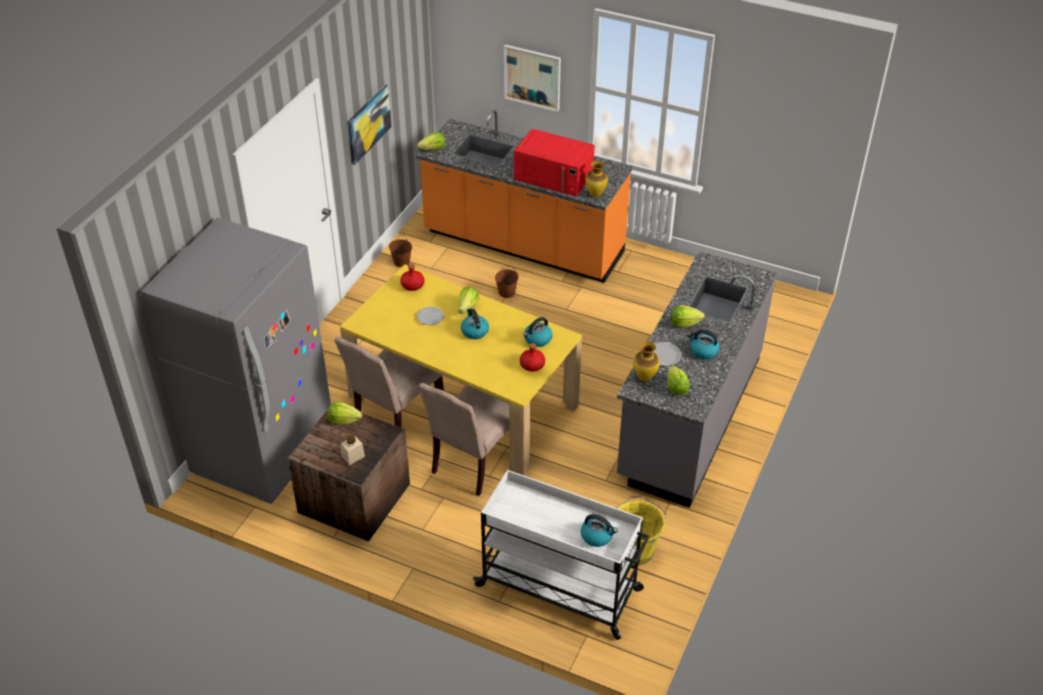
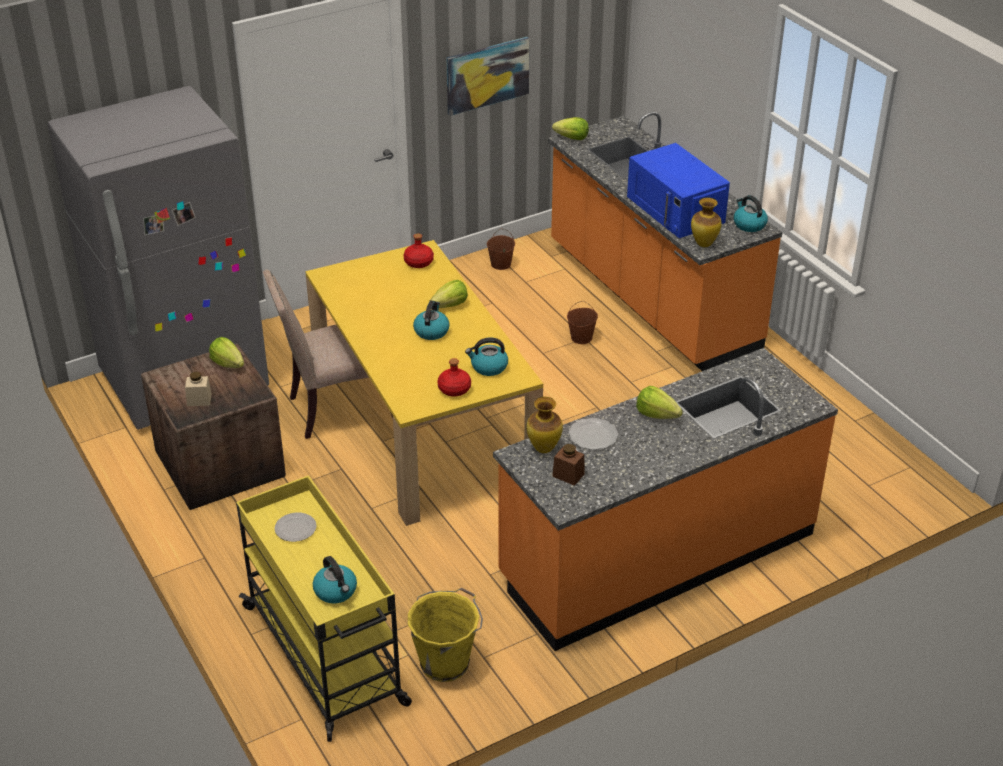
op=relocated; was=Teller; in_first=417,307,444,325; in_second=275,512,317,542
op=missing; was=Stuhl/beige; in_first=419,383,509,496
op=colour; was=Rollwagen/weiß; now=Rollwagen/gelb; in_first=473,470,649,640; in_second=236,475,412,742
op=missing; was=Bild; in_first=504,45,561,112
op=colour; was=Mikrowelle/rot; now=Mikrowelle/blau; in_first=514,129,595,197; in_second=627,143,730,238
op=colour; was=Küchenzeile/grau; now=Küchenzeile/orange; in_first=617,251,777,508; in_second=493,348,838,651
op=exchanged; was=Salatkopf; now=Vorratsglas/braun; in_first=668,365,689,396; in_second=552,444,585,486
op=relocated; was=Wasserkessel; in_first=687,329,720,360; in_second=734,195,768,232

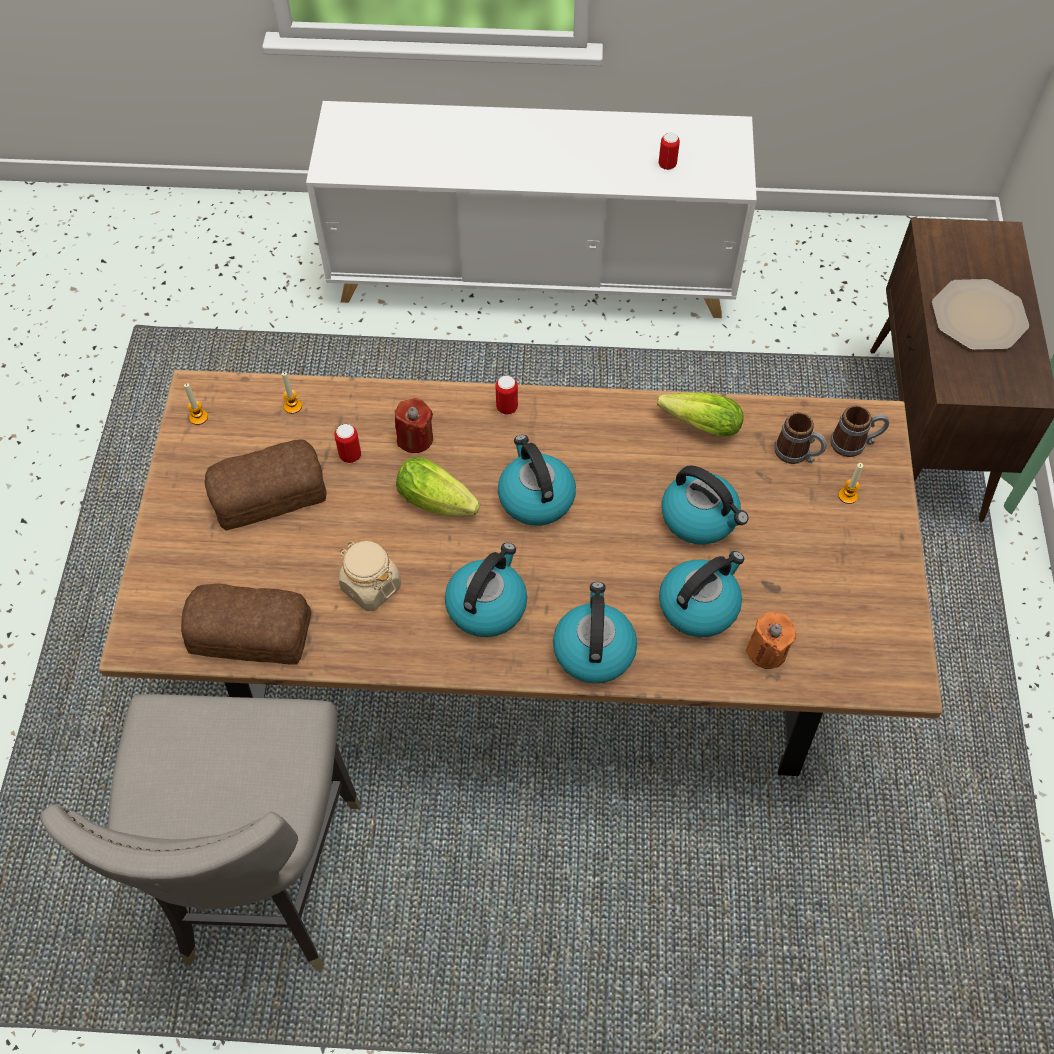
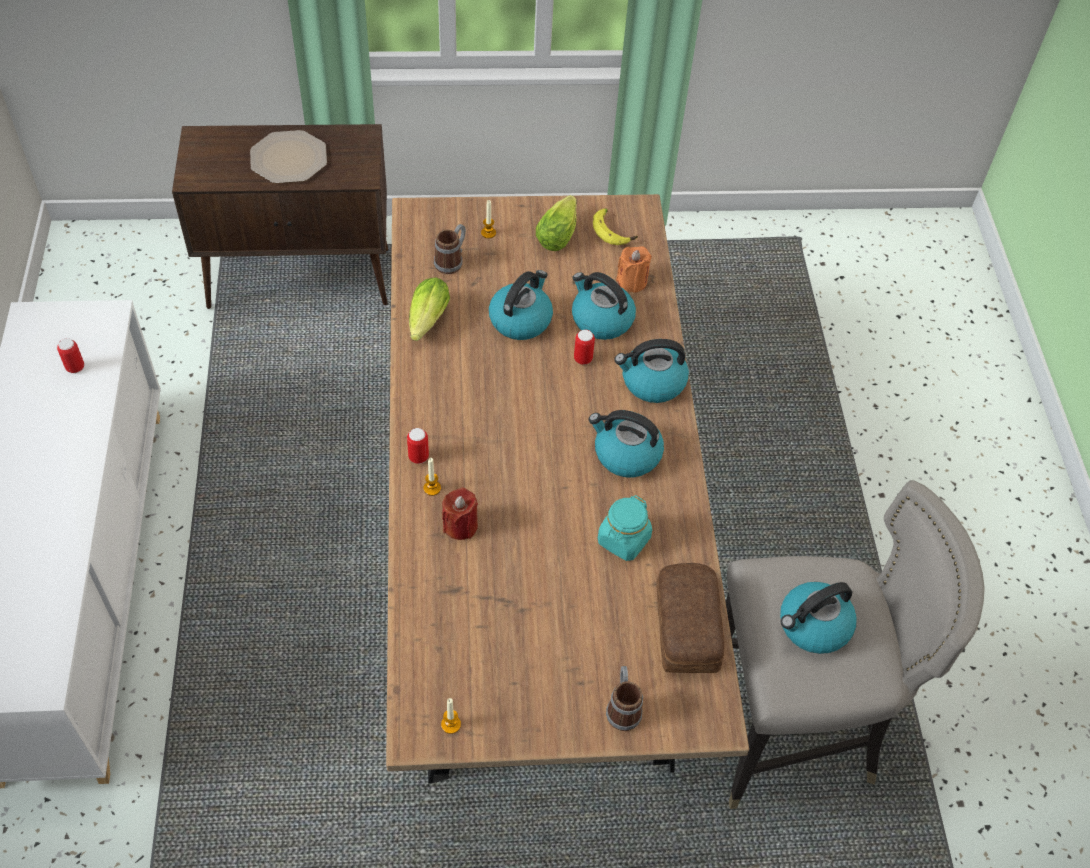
op=missing; was=Brot; in_first=205,439,326,531
op=relocated; was=Kerze; in_first=282,372,302,414; in_second=423,458,441,496
op=relocated; was=Dose; in_first=334,424,361,463; in_second=574,330,595,365
op=colour; was=Vorratsglas/beige; now=Vorratsglas/türkis; in_first=339,541,401,611; in_second=598,495,652,561
op=relocated; was=Salatkopf; in_first=396,457,480,516; in_second=536,195,577,251
op=relocated; was=Wasserkessel; in_first=498,435,576,526; in_second=780,582,857,654
op=relocated; was=Henkelbecher; in_first=830,405,889,457; in_second=606,666,643,731
op=appeared; now=Banane; in_second=593,209,638,245

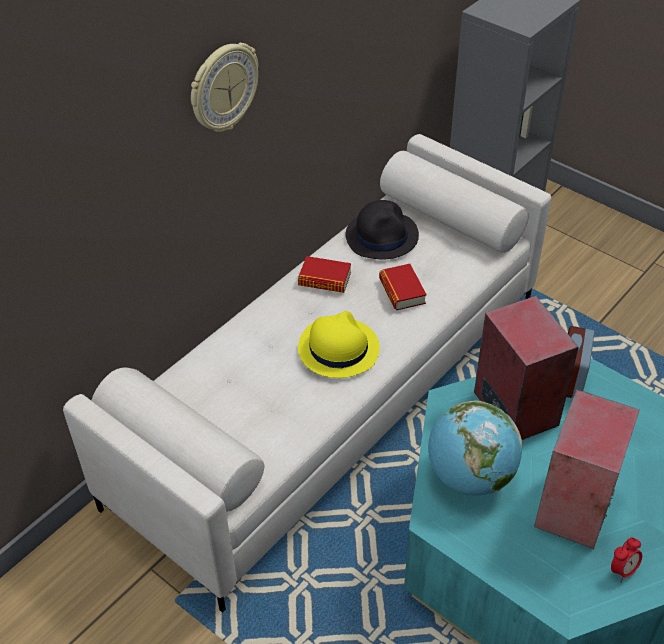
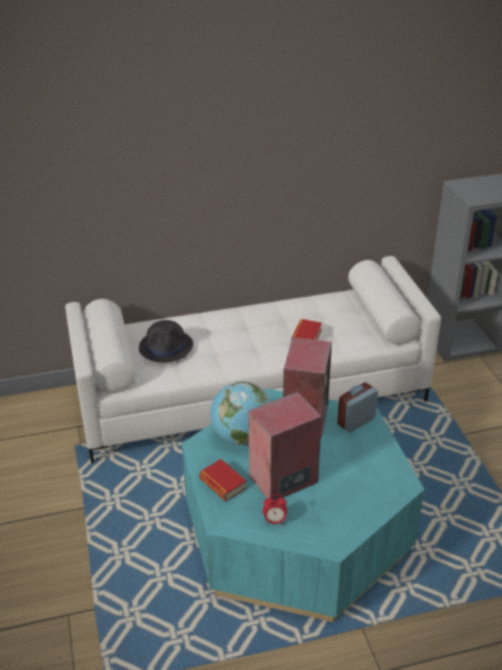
op=missing; was=Wanduhr; in_first=191,43,258,132
op=relocated; was=Buch; in_first=298,256,351,293; in_second=199,459,247,501
op=missing; was=Hut/gelb; in_first=298,311,380,378
op=relocated; was=Hut/schwarz; in_first=345,200,419,259; in_second=139,320,193,363

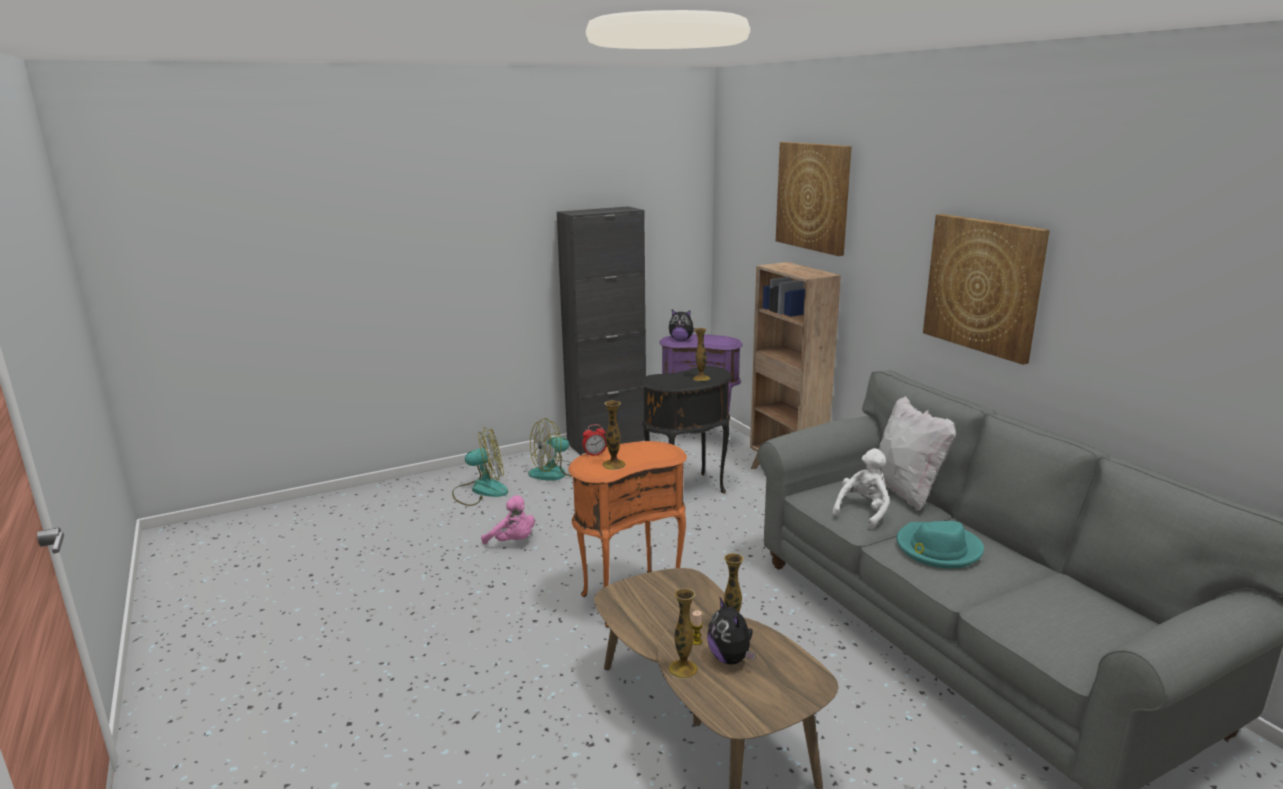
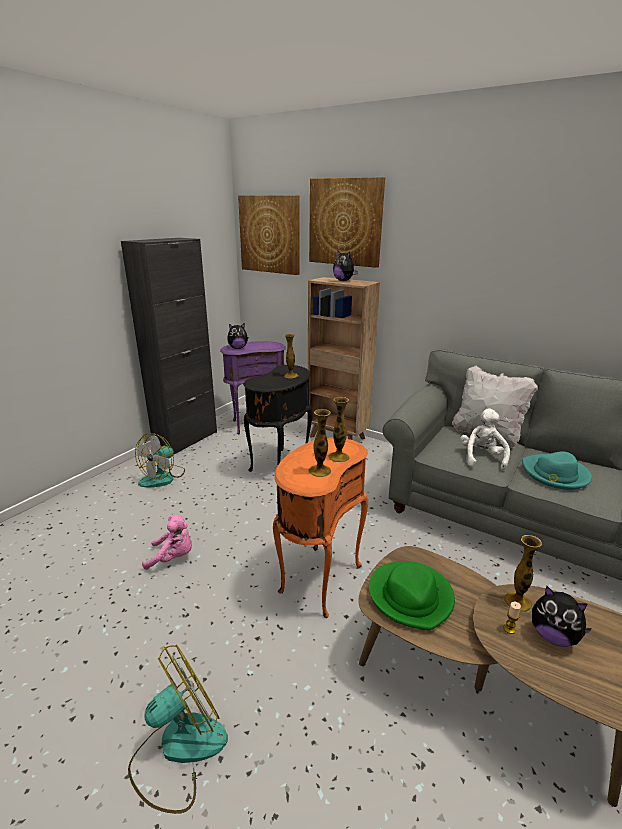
op=relocated; was=Ventilator; in_first=452,427,508,506; in_second=128,644,228,814
op=missing; was=Wecker; in_first=582,424,607,456
op=relocated; was=Vase; in_first=668,588,698,679; in_second=328,397,350,463
op=relocated; was=Bild; in_first=923,214,1050,365; in_second=238,195,300,275
op=appeared; now=Plüschtier; in_second=333,251,358,281
op=appeared; now=Hut/grün; in_second=369,561,455,630

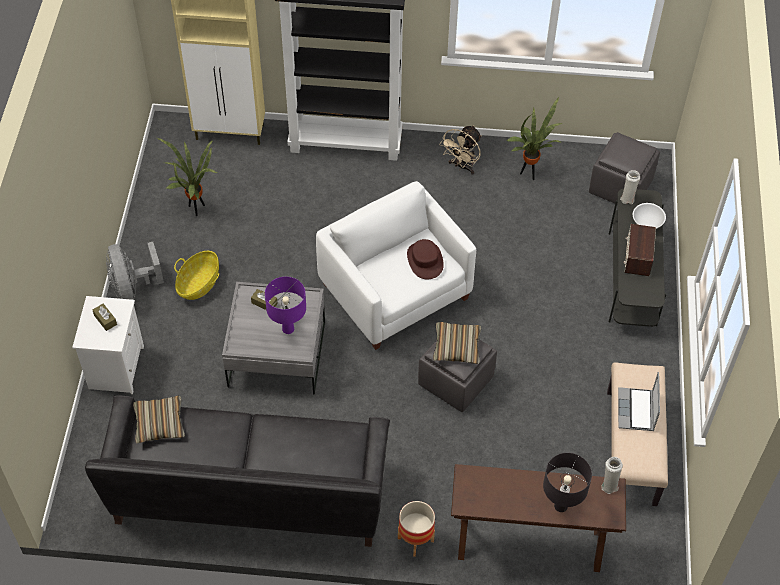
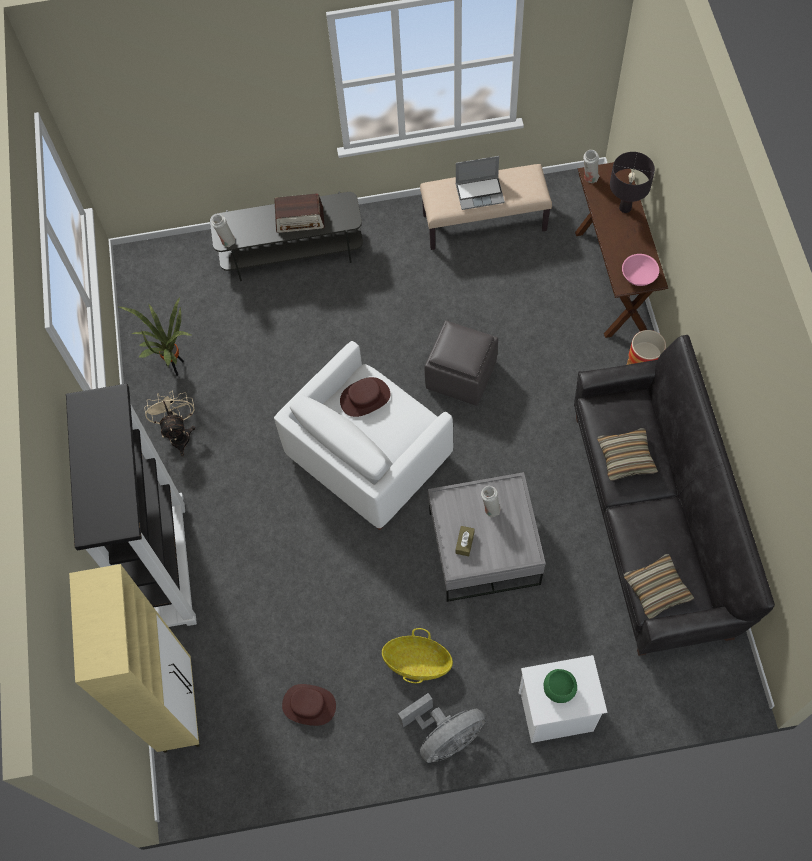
op=exchanged; was=Taschentuchbox/braun; now=Schüssel/grün; in_first=93,304,117,331; in_second=544,669,577,703
op=exchanged; was=Topfpflanze; now=Hut/braun; in_first=157,138,217,216; in_second=282,684,336,726
op=exchanged; was=Tischlampe/lila; now=Vase/weiß; in_first=265,277,306,334; in_second=481,486,501,518
op=relocated; was=Kissen; in_first=433,322,482,364; in_second=597,428,658,480
op=spun; was=Ventilator/beige; in_first=439,126,482,175; in_second=144,390,195,456; clockwise=-120
op=missing; was=Polsterhocker/grau; in_first=589,132,660,205
op=missing; was=Schüssel/weiß; in_first=633,203,666,229
op=appeared; now=Schüssel/rosa; in_second=622,254,659,286

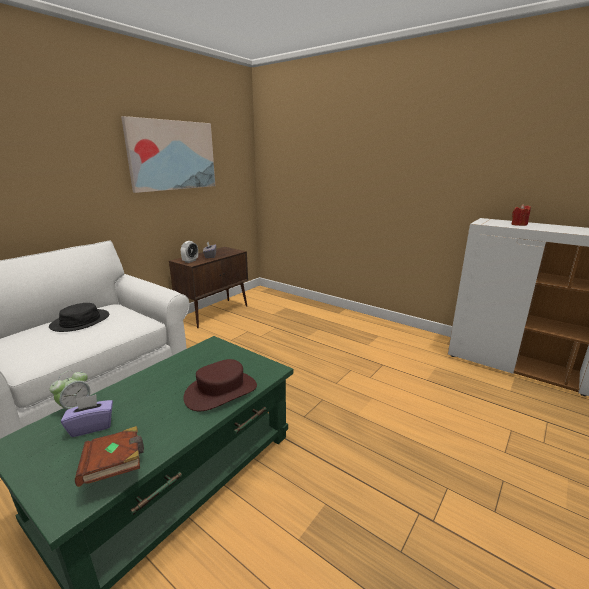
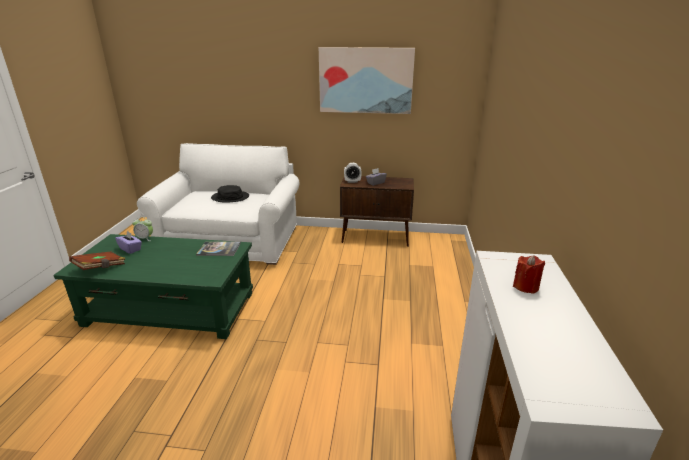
op=missing; was=Hut/braun; in_first=183,359,257,411
op=appeared; now=Buch; in_second=196,241,241,256

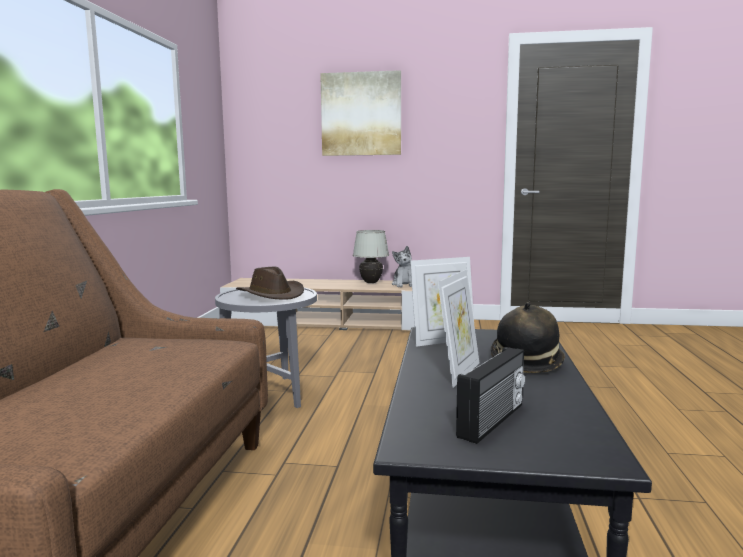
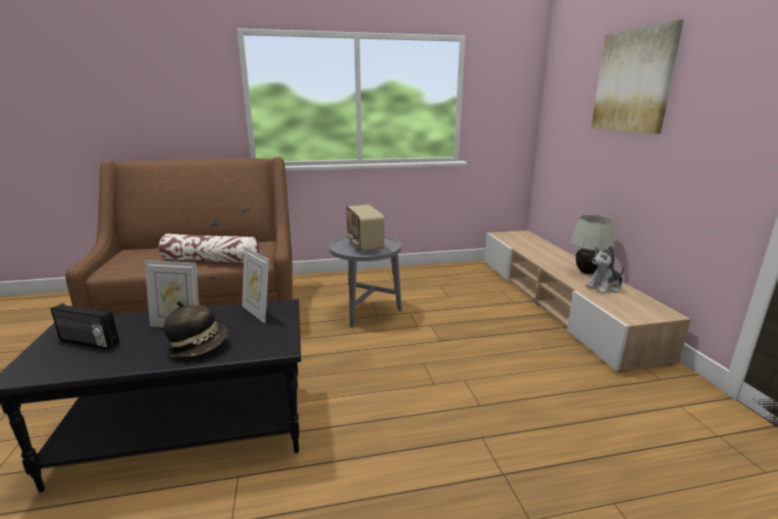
op=exchanged; was=Hut/braun; now=Radio; in_first=236,267,304,300; in_second=346,205,384,252
op=appeared; now=Kissen; in_second=159,234,259,263

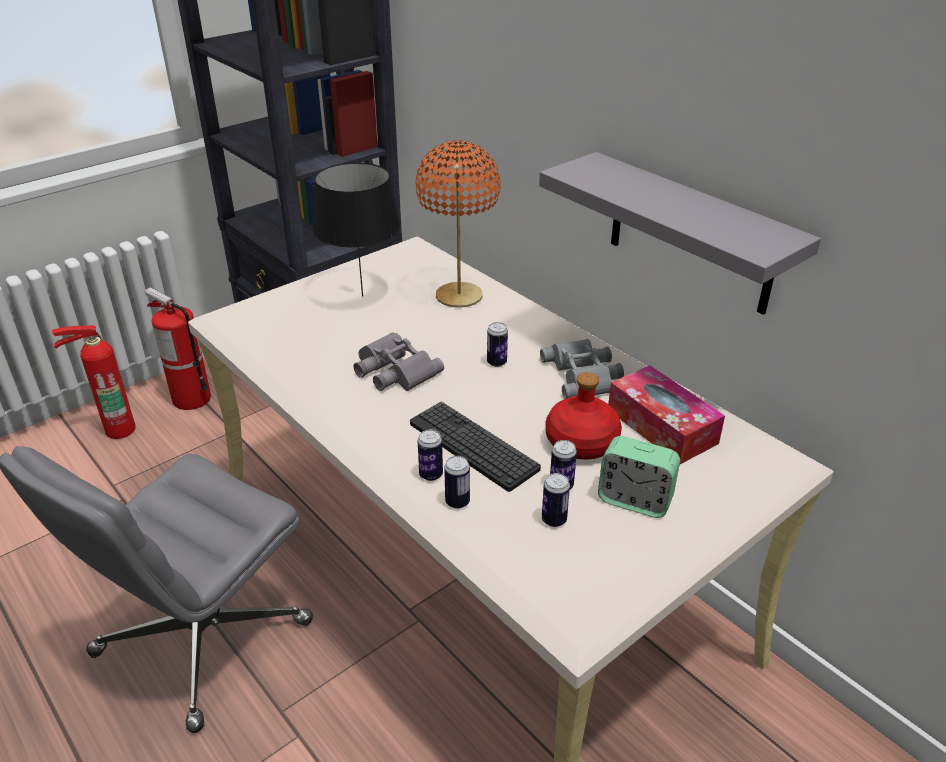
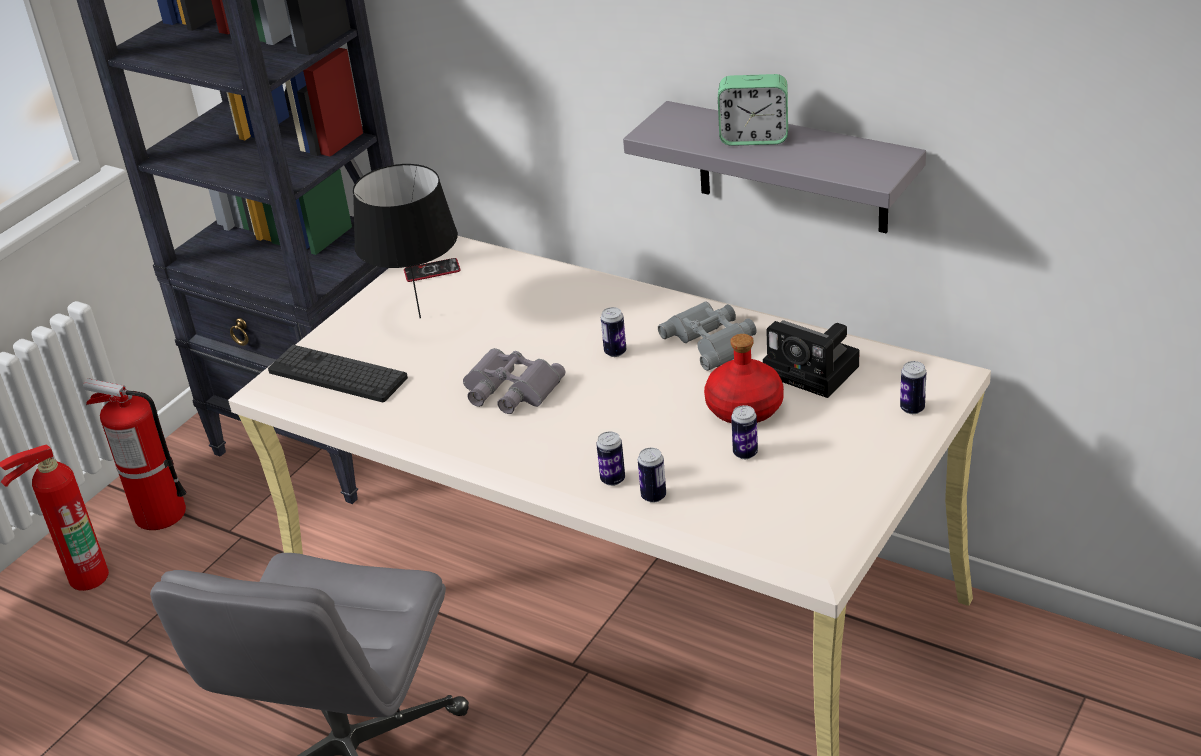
op=relocated; was=Tastatur; in_first=410,402,541,492; in_second=268,345,408,402
op=missing; was=Tischlampe/orange; in_first=415,140,500,308
op=relocated; was=Dose; in_first=542,473,570,527; in_second=900,361,926,414
op=relocated; was=Wecker; in_first=598,436,680,518; in_second=718,74,788,146
op=exchanged; was=Taschentuchbox; now=Kamera; in_first=608,365,725,464; in_second=763,320,859,398
op=appeared; now=Handy; in_second=404,258,460,282

